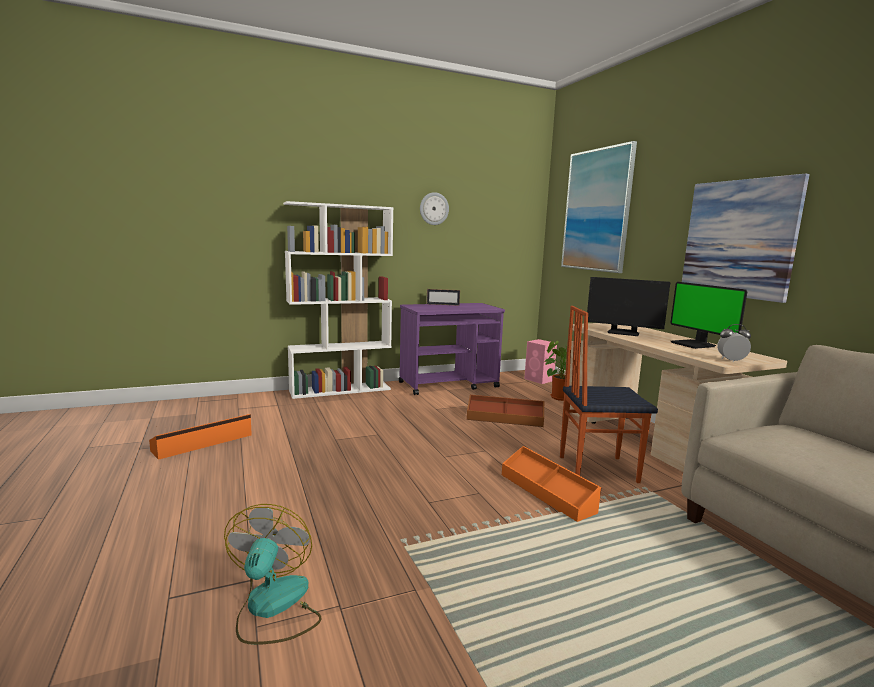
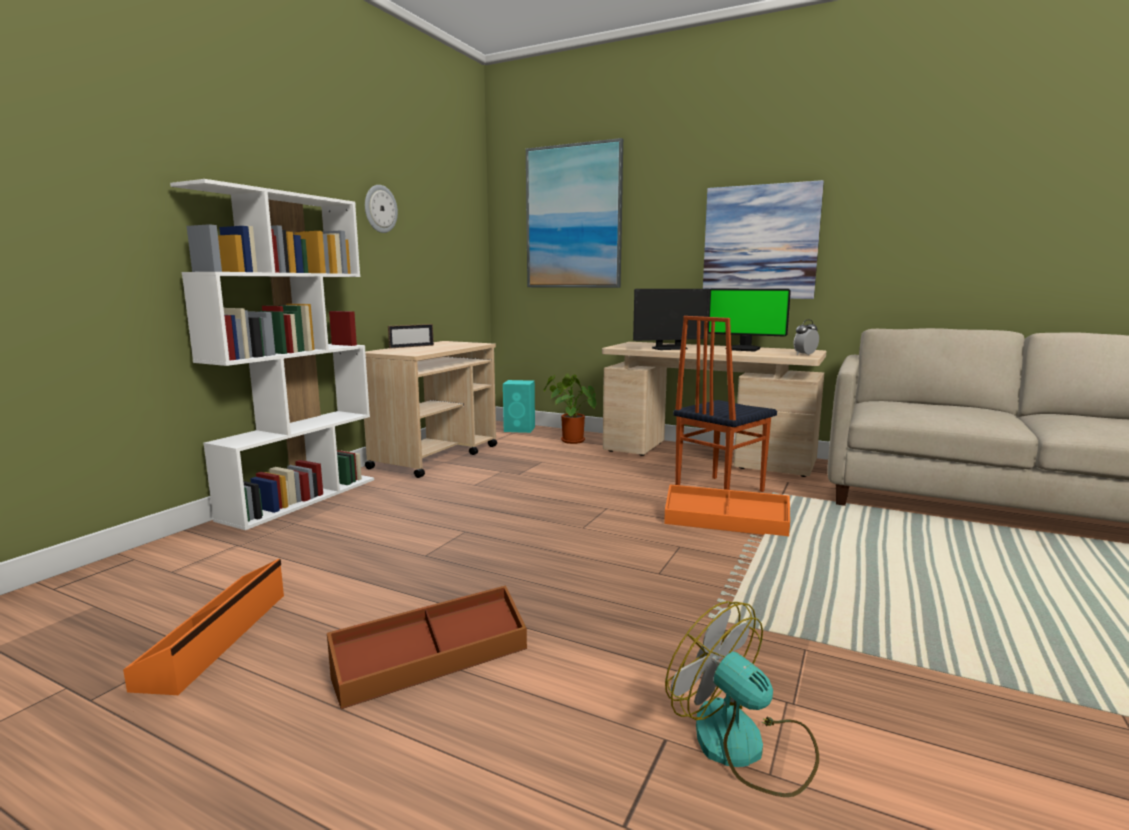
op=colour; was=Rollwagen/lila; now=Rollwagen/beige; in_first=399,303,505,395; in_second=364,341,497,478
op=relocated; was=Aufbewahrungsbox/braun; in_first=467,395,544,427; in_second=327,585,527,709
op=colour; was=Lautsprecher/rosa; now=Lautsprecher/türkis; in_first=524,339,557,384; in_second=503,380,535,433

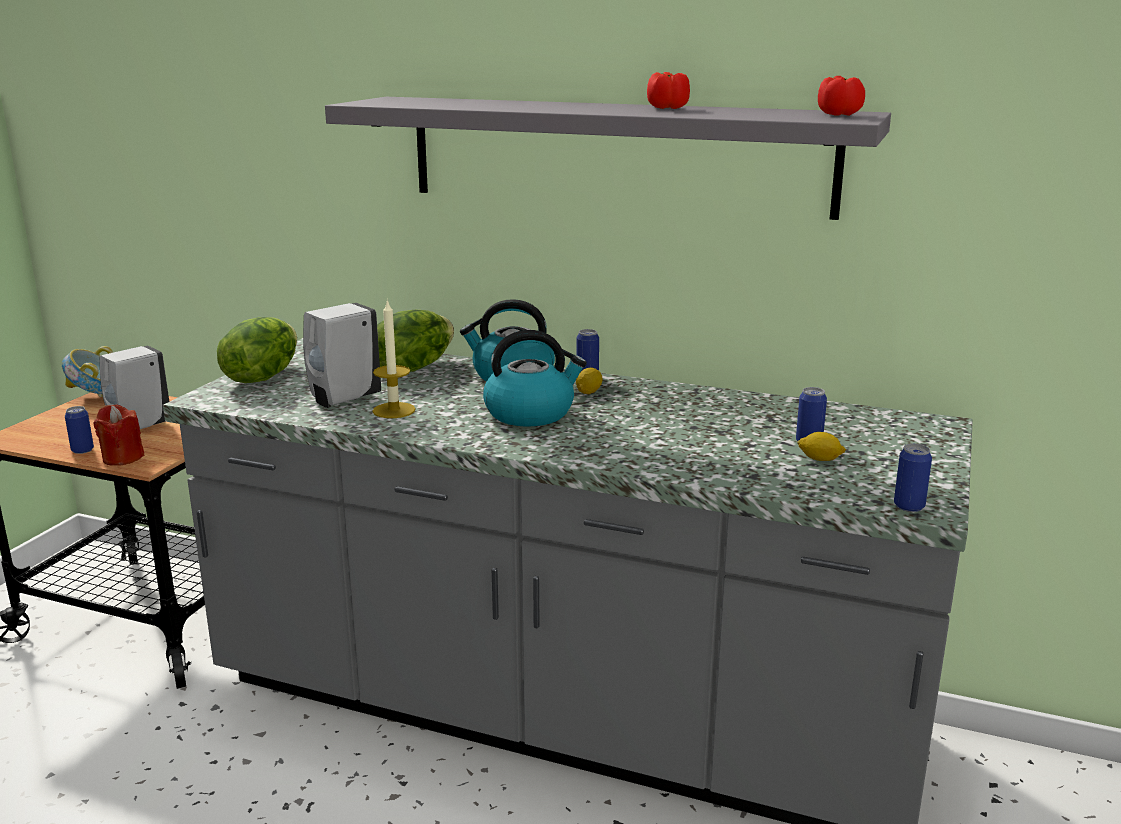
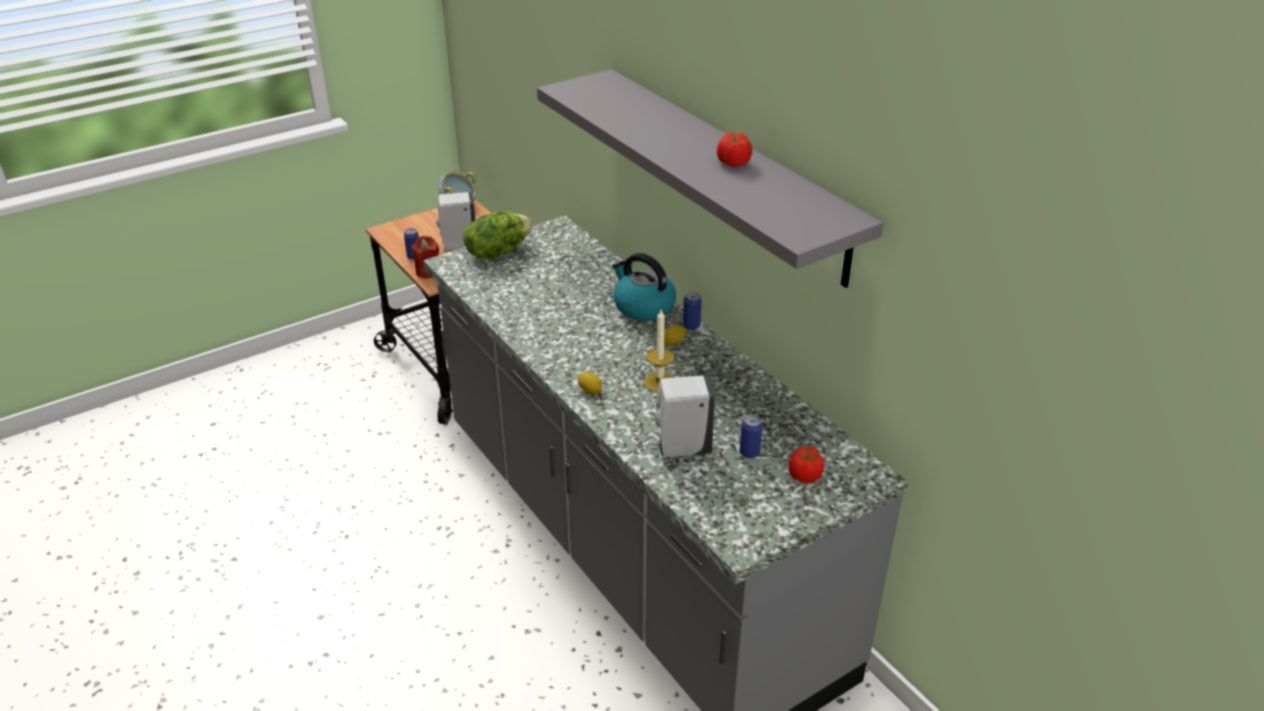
op=relocated; was=Seifenspender/weiß; in_first=303,303,381,408; in_second=654,375,715,458
op=relocated; was=Kerze; in_first=372,299,416,418; in_second=643,308,675,392
op=missing; was=Salatkopf; in_first=377,310,454,372
op=missing; was=Wasserkessel; in_first=483,330,587,427
op=relocated; was=Zitrone; in_first=797,432,846,461; in_second=578,372,602,394
op=relocated; was=Tomate; in_first=818,76,865,116; in_second=789,447,824,483
op=missing; was=Dose; in_first=894,444,932,512

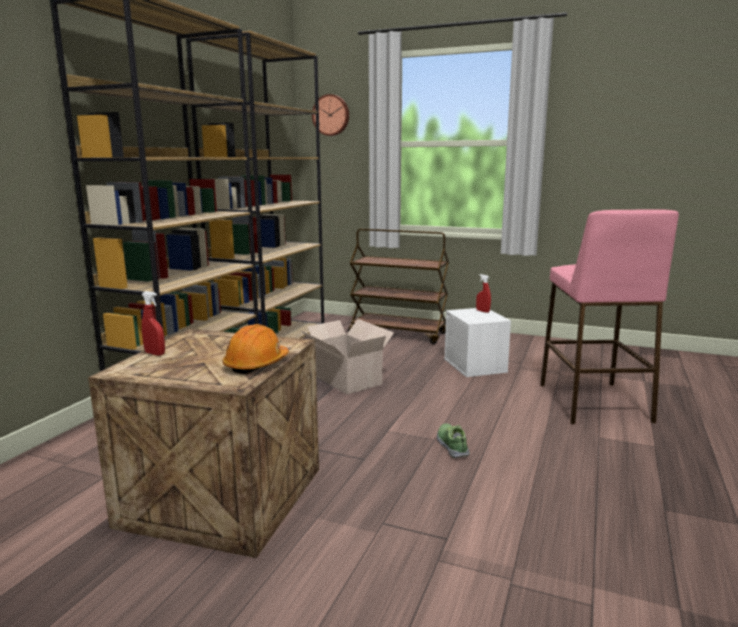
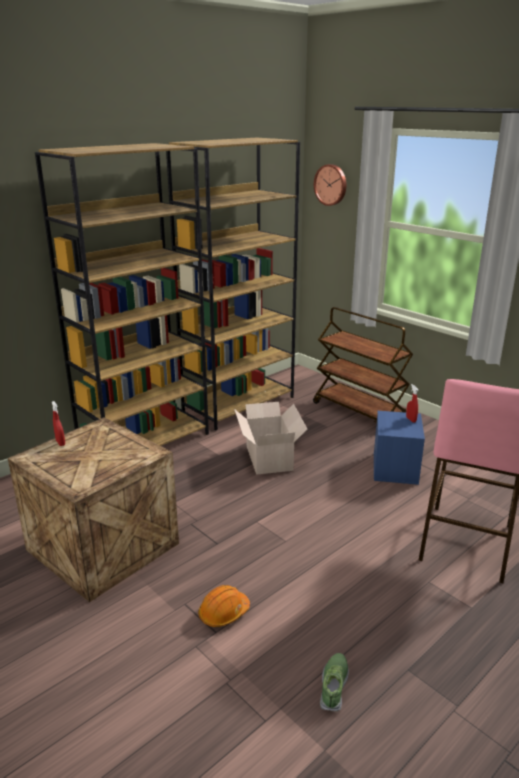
op=relocated; was=Schutzhelm/orange; in_first=223,324,289,374; in_second=198,585,250,627
op=relocated; was=Schuh; in_first=437,423,470,458; in_second=320,653,349,712
op=colour; was=Aufbewahrungsbox/weiß; now=Aufbewahrungsbox/blau; in_first=444,308,511,377; in_second=374,411,425,485

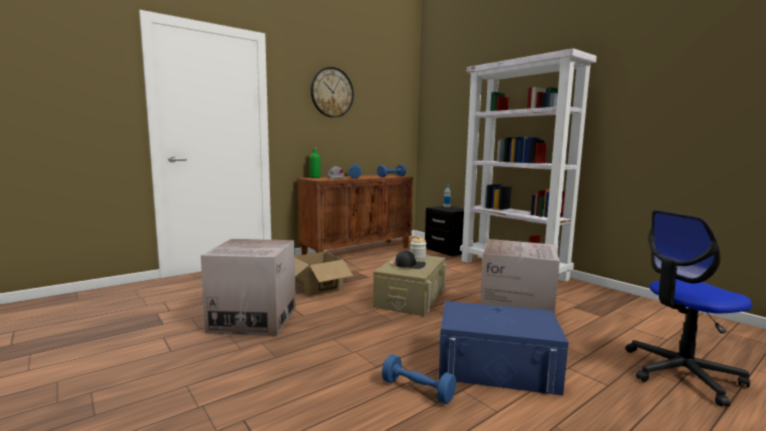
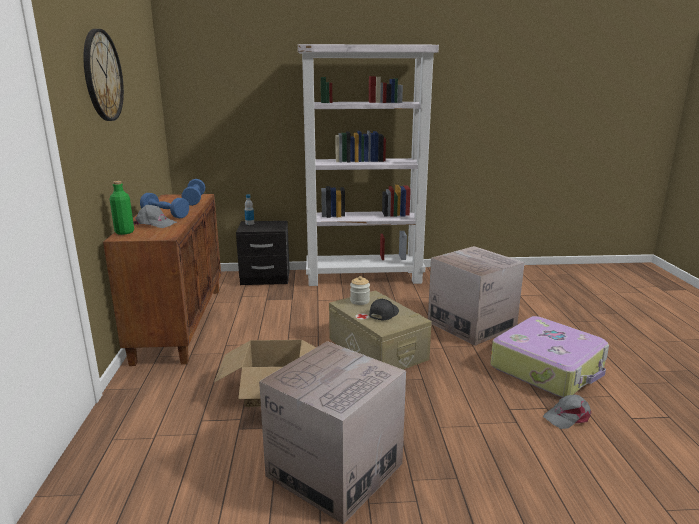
op=exchanged; was=Hantel/blau; now=Kappe/grau; in_first=382,354,456,404; in_second=543,394,591,429
op=exchanged; was=Aufbewahrungsbox/blau; now=Koffer; in_first=439,301,568,395; in_second=490,316,609,397
op=missing; was=Bürostuhl; in_first=625,209,752,407

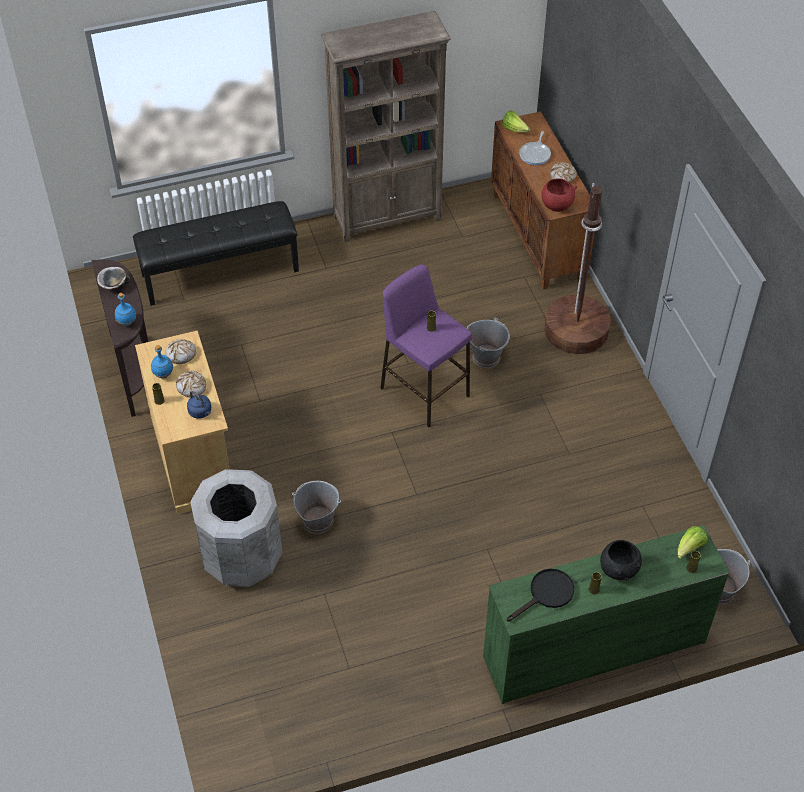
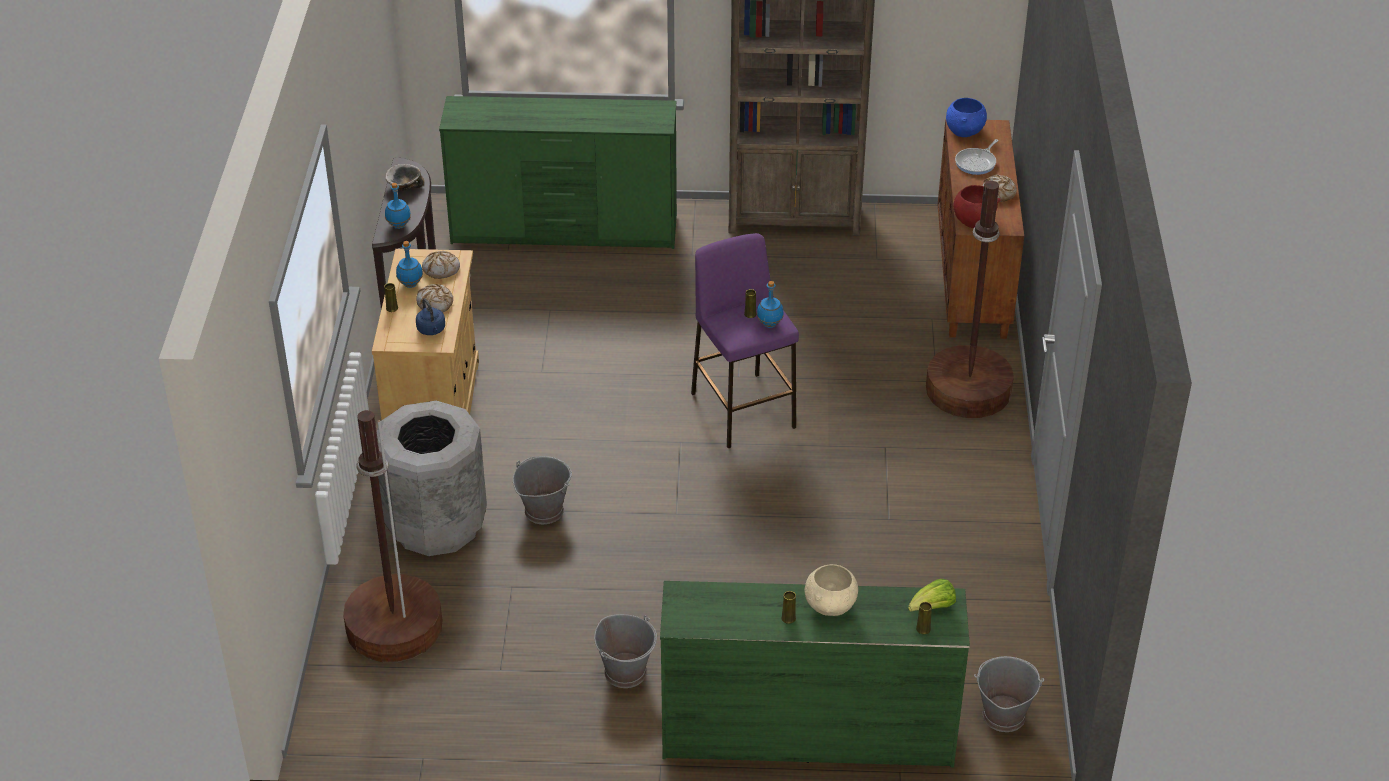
op=exchanged; was=Bank/schwarz; now=Kommode/grün; in_first=133,201,299,306; in_second=439,96,677,249
op=relocated; was=Eimer/grau; in_first=467,318,510,368; in_second=594,614,657,688
op=exchanged; was=Salatkopf; now=Schüssel/blau; in_first=502,111,530,133; in_second=946,98,987,137
op=missing; was=Pfanne/schwarz; in_first=507,568,574,622
op=colour; was=Schüssel/schwarz; now=Schüssel/beige; in_first=600,540,642,580; in_second=805,564,858,616
op=appeared; now=Stehlampe/braun; in_second=343,410,443,662
op=appeared; now=Flasche/blau; in_second=757,281,784,328

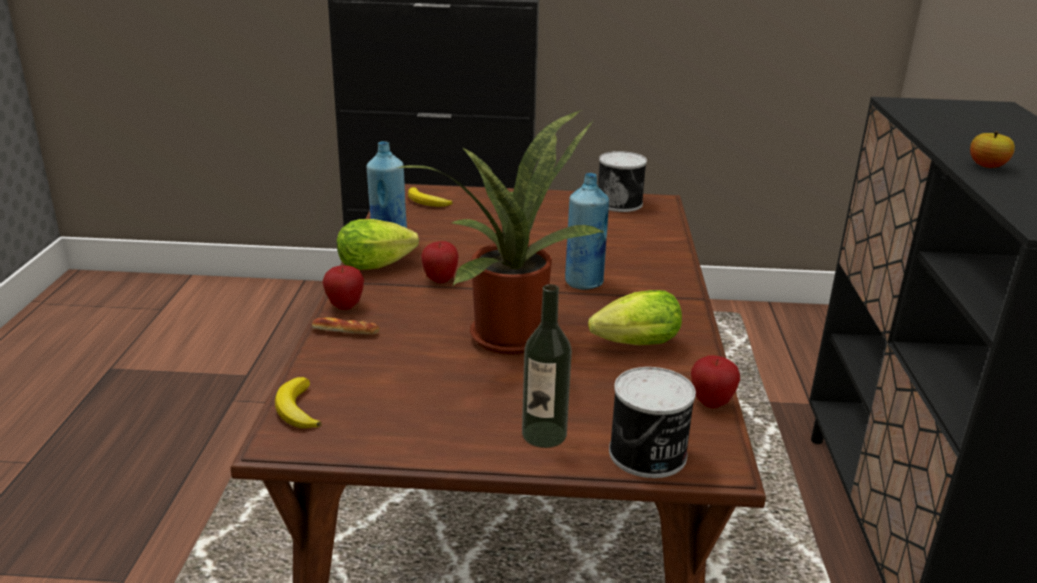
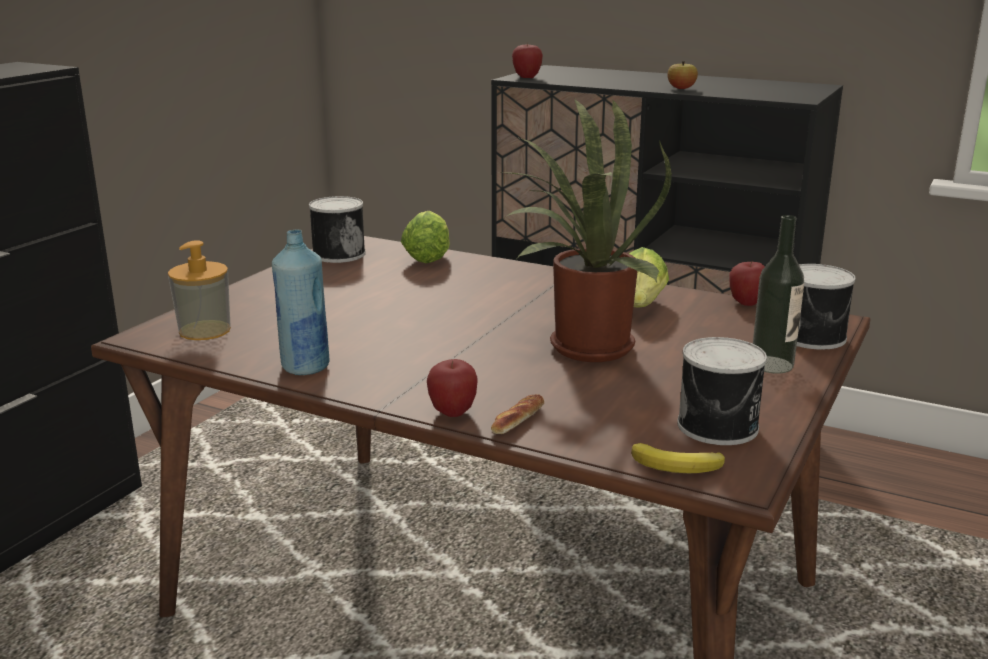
op=relocated; was=Salatkopf; in_first=337,219,419,270; in_second=401,211,450,263
op=exchanged; was=Banane; now=Seifenspender; in_first=408,187,453,207; in_second=168,240,231,340
op=relocated; was=Apfel; in_first=421,241,458,283; in_second=512,43,543,78
op=missing; was=Flasche/blau; in_first=565,173,609,290
op=appeared; now=Dose; in_second=677,337,767,445

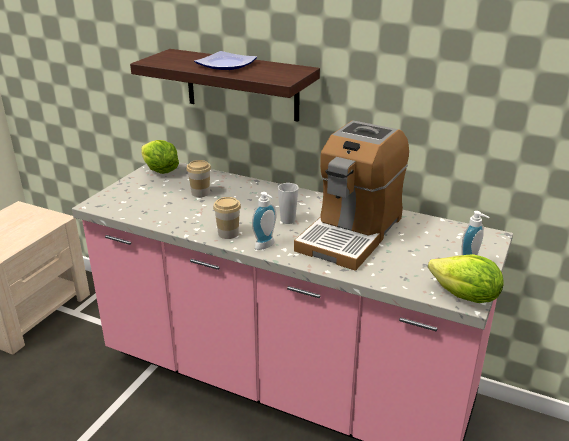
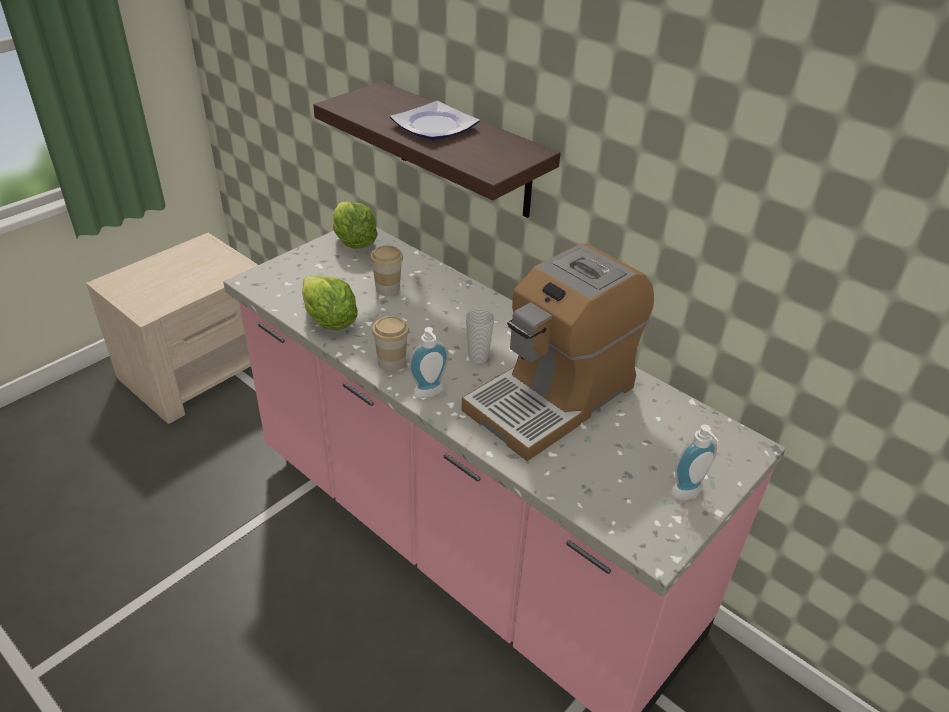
op=relocated; was=Salatkopf; in_first=428,254,504,303; in_second=302,276,358,330

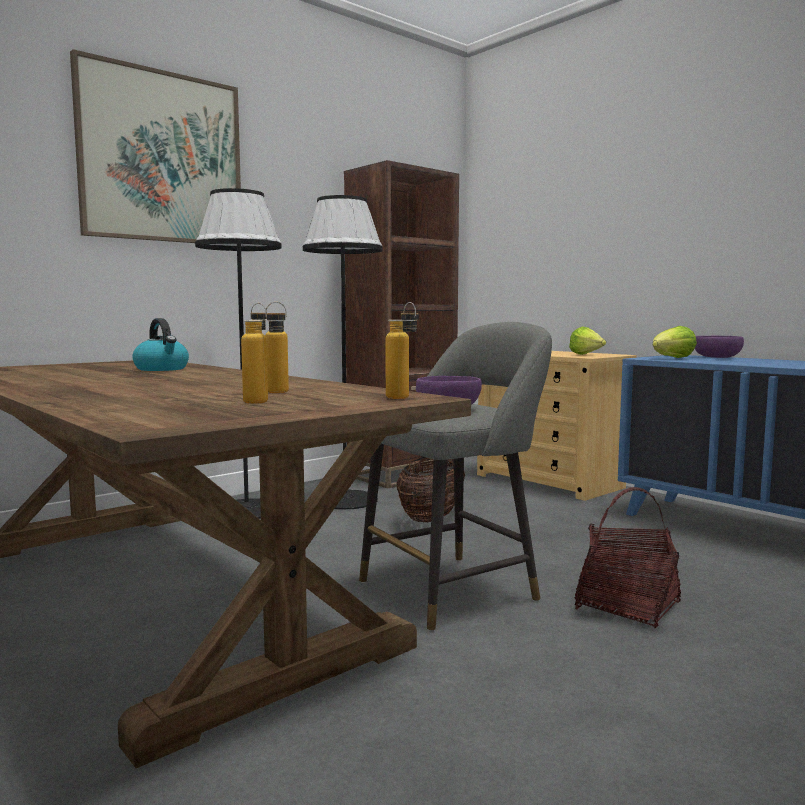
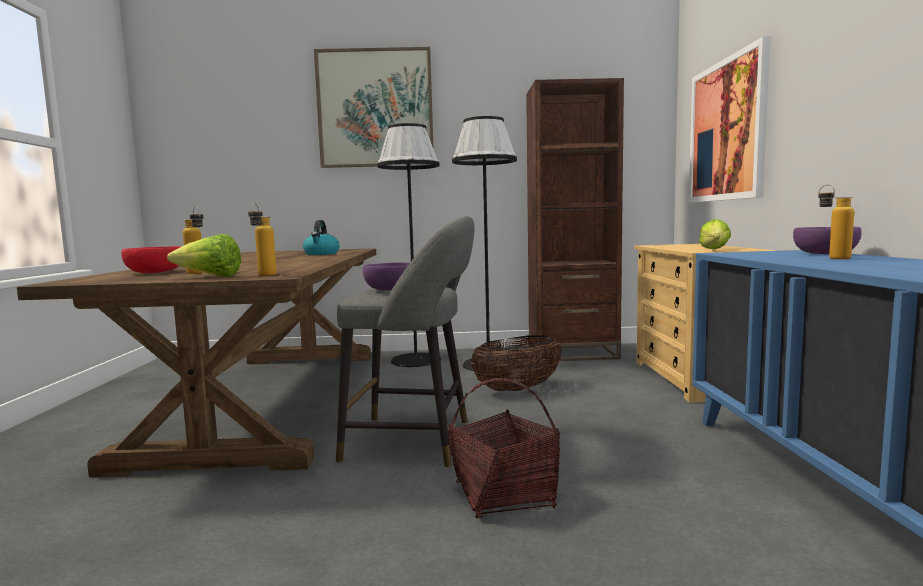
op=relocated; was=Flasche; in_first=251,303,289,393; in_second=818,185,854,259
op=relocated; was=Salatkopf; in_first=653,326,697,358; in_second=167,234,241,277
op=appeared; now=Schüssel/rot; in_second=121,246,181,273
op=appeared; now=Bild; in_second=689,36,770,203

